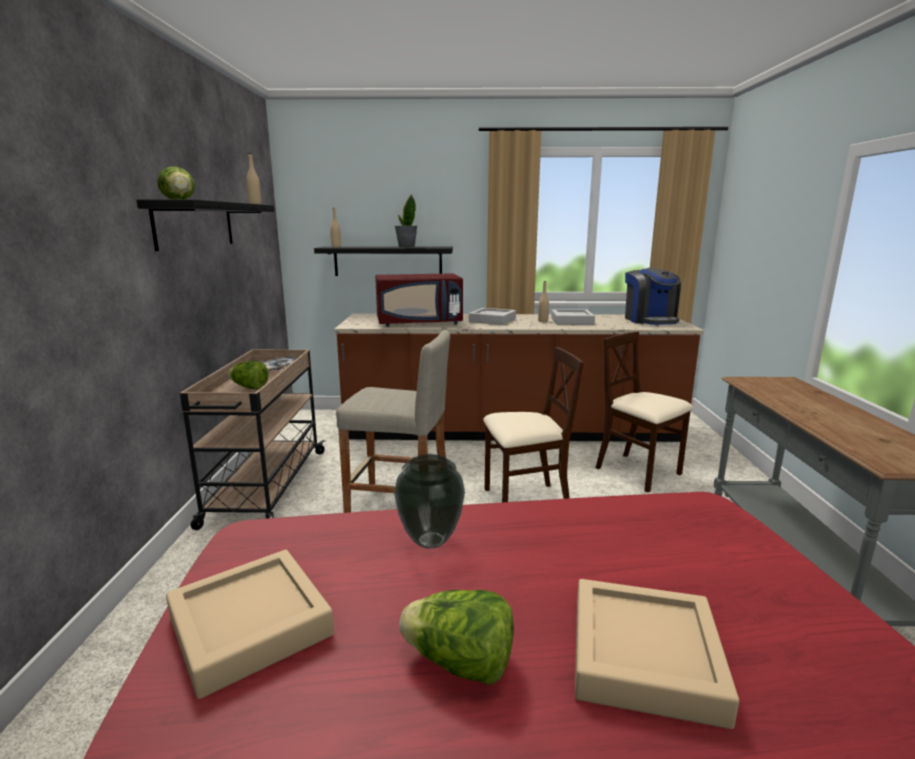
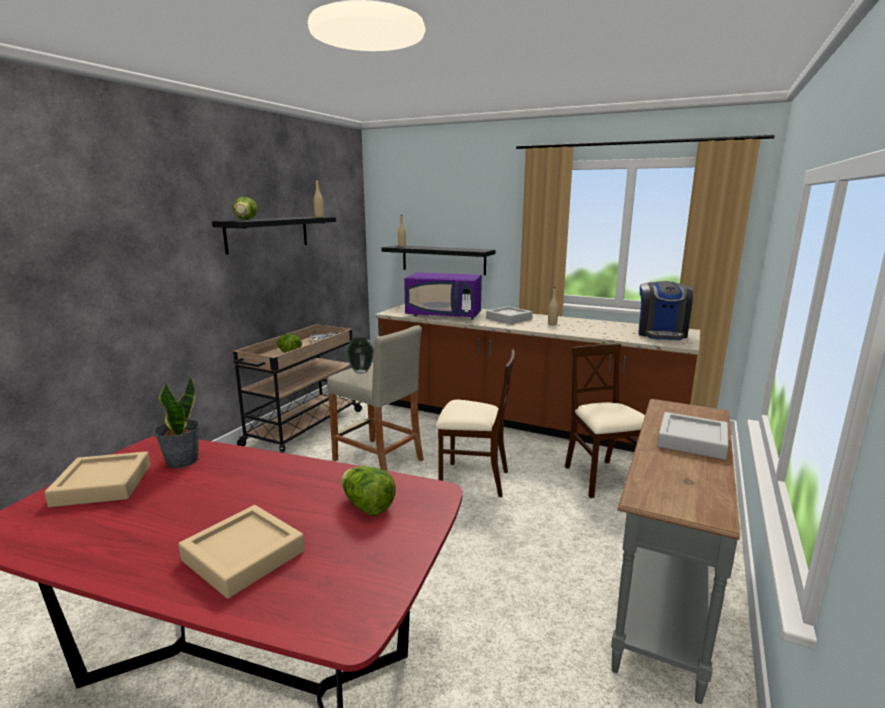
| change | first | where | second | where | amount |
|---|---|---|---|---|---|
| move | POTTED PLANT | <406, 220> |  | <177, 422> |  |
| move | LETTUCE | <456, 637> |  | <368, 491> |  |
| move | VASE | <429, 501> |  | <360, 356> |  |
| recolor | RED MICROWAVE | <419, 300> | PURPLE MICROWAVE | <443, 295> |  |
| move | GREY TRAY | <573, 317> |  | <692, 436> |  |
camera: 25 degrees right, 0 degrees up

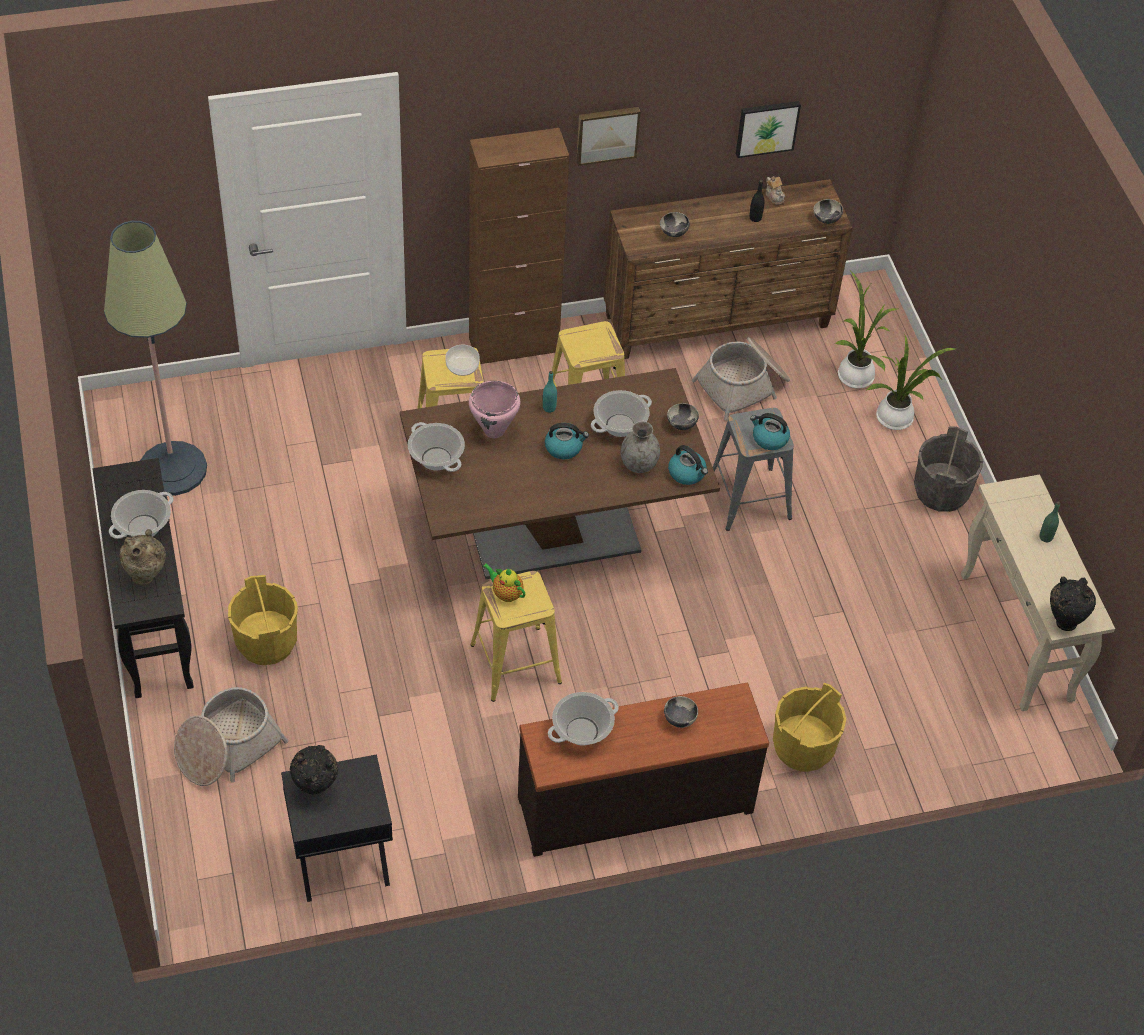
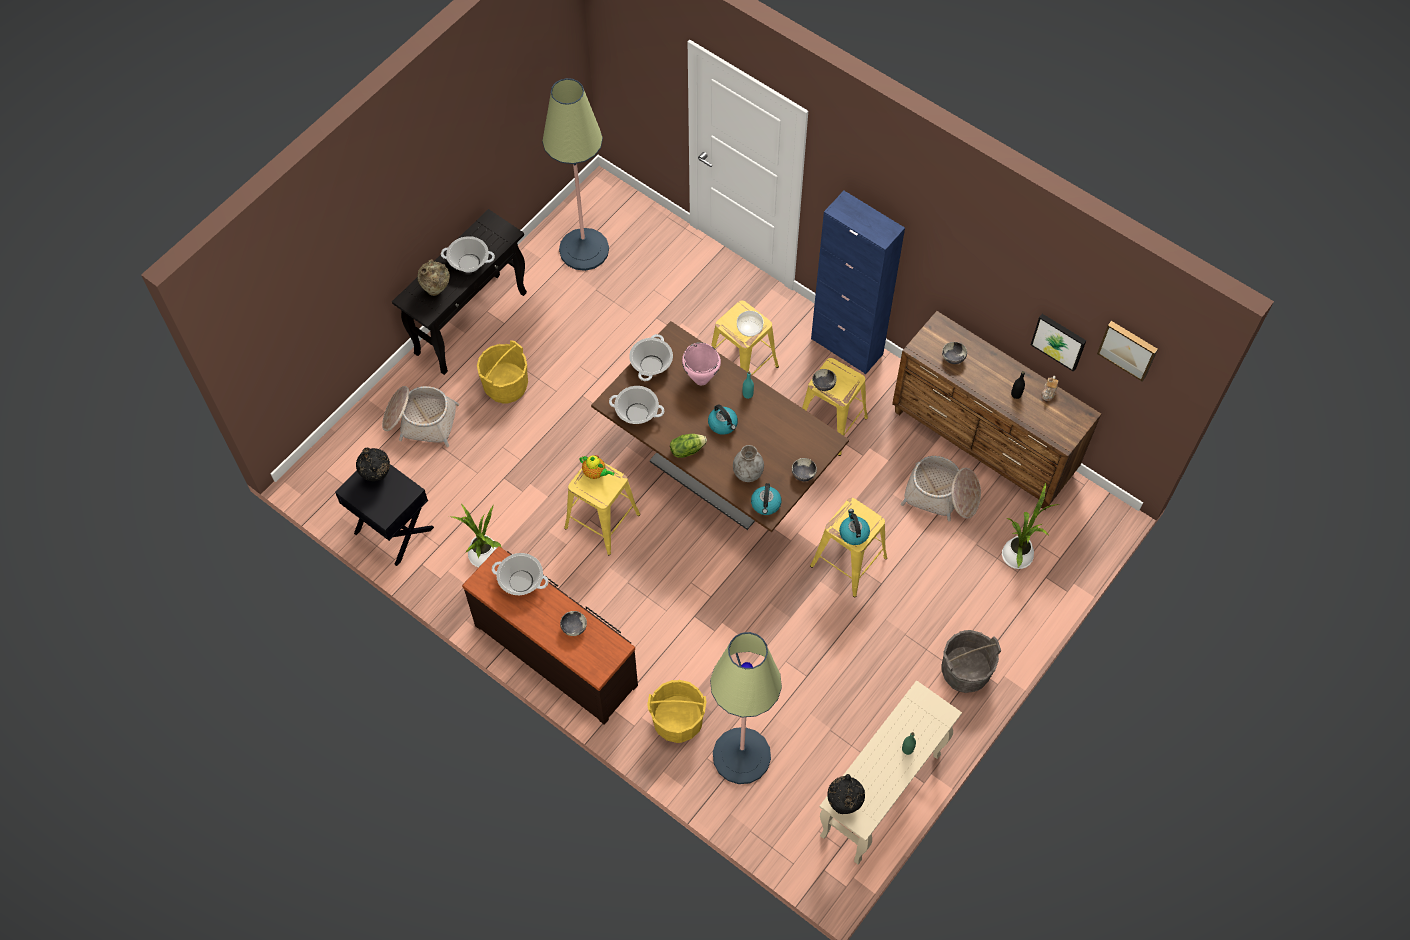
| change | first | where | second | where | amount |
|---|---|---|---|---|---|
| move | POTTED PLANT | <911, 381> |  | <476, 535> |  |
| rotate | TEAPOT | <504, 582> |  | <596, 467> | 120 degrees clockwise |
| move | COOKING POT | <621, 413> |  | <636, 405> |  |
| insert |  |  | LETTUCE | <688, 446> |  |
| insert |  |  | FLOOR LAMP | <746, 708> |  |
| recolor | GREY STOOL | <753, 469> | YELLOW STOOL | <848, 547> |  |
| recolor | BROWN CABINET | <519, 246> | BLUE CABINET | <858, 283> |  |
| move | BOWL | <828, 211> |  | <824, 380> |  |
| move | PICTURE | <608, 136> |  | <1127, 351> |  |
camera: 55 degrees right, 10 degrees up

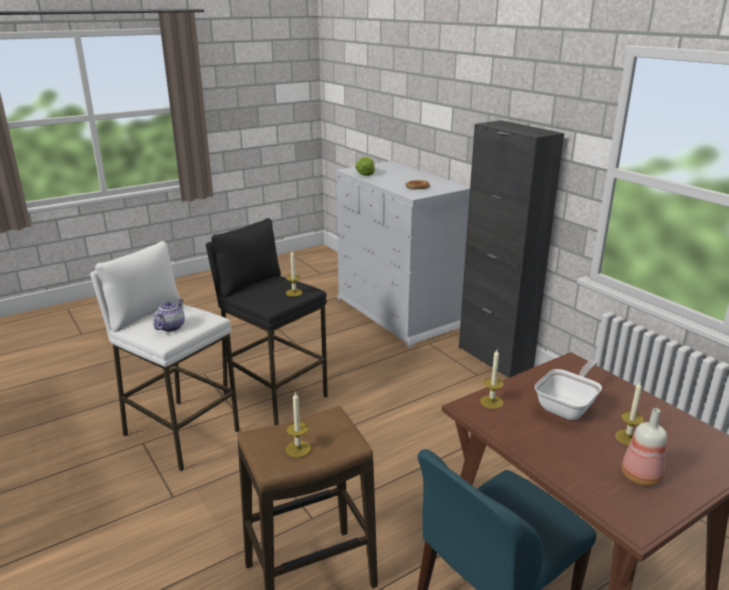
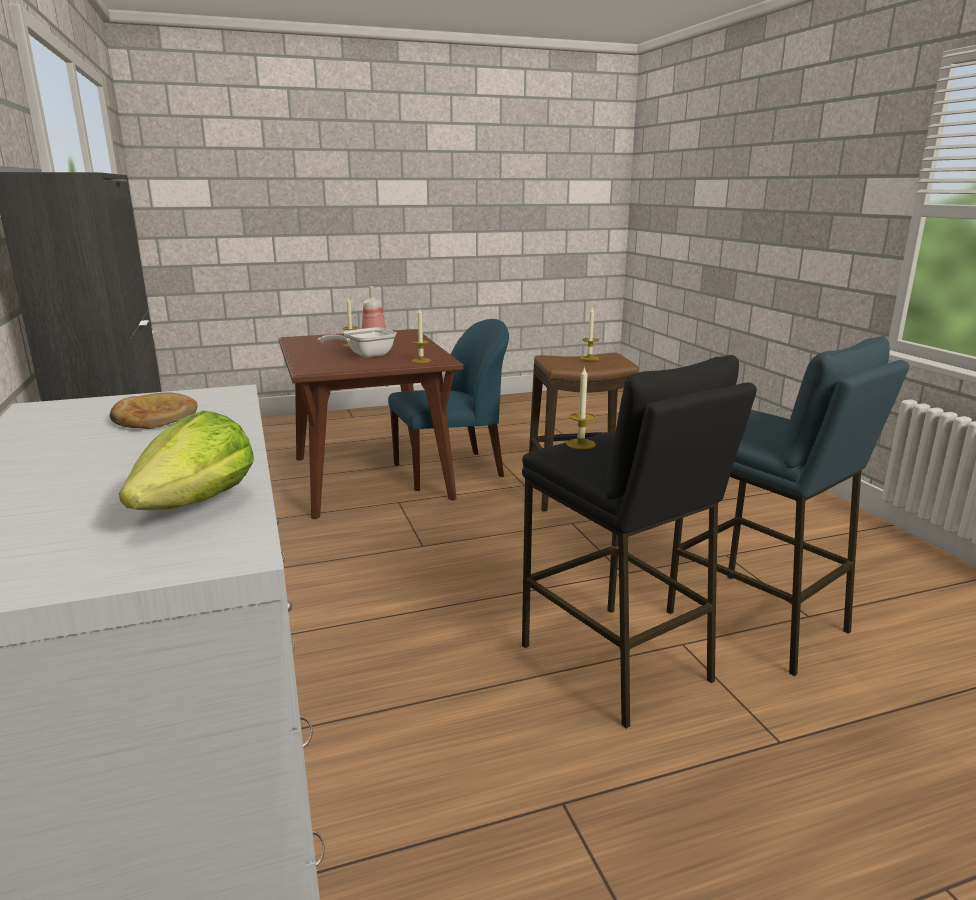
| change | first | where | second | where | amount |
|---|---|---|---|---|---|
| recolor | WHITE STOOL | <165, 356> | BLUE STOOL | <788, 506> |  |
| delete | TEAPOT | <169, 315> |  |  |  |
camera: 165 degrees left, 5 degrees down

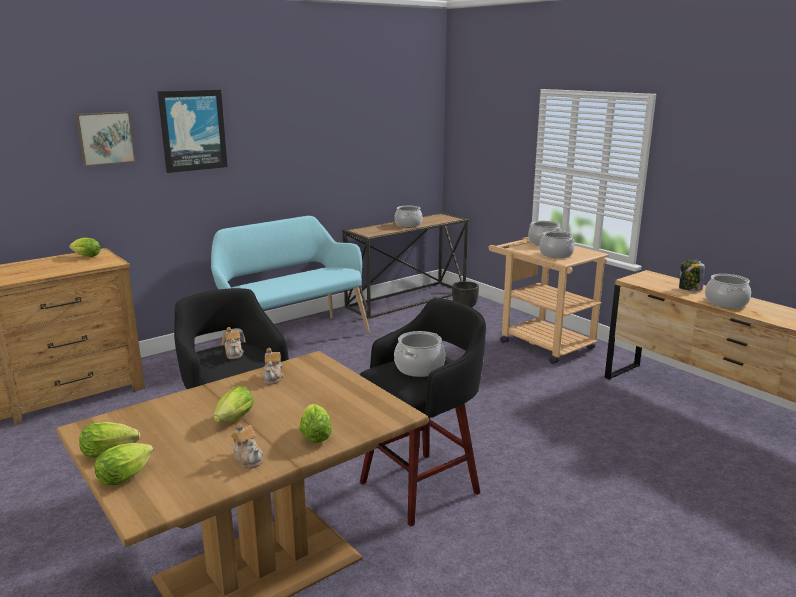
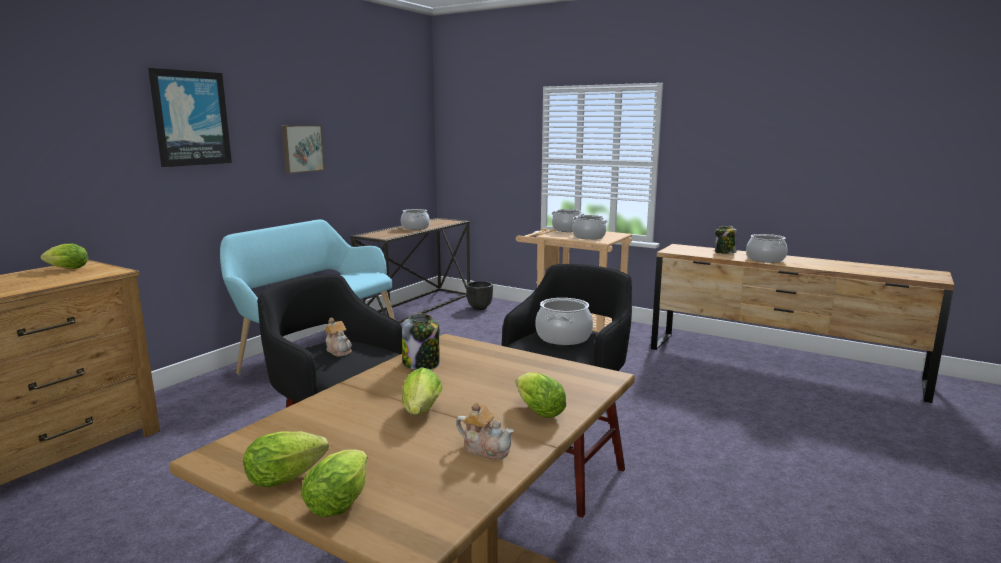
| change | first | where | second | where | amount |
|---|---|---|---|---|---|
| move | PICTURE | <105, 139> |  | <303, 149> |  |
| replace | TEAPOT | <273, 366> | JAR | <421, 342> |  |
camera: 20 degrees left, 5 degrees down

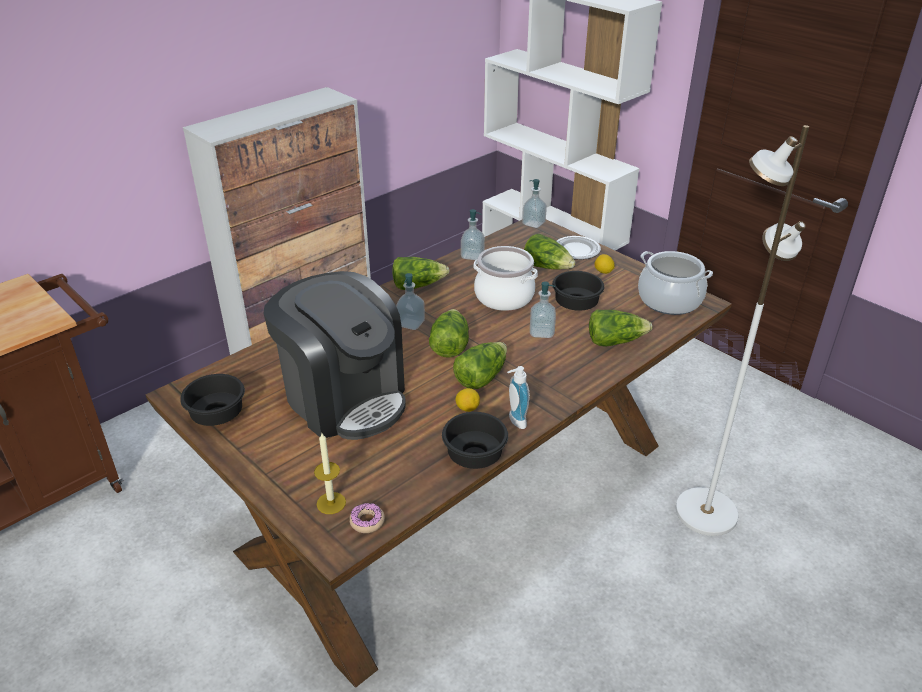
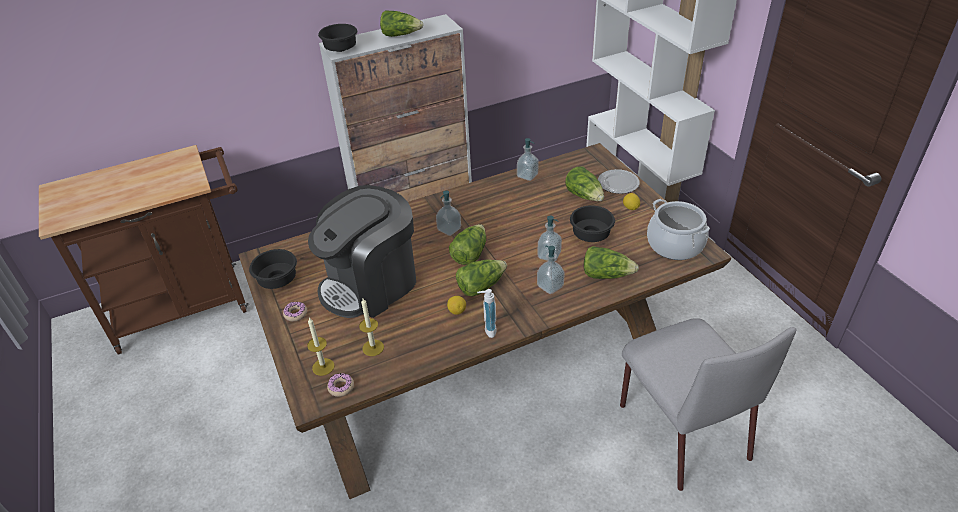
| change | first | where | second | where | amount |
|---|---|---|---|---|---|
| insert |  |  | DONUT | <295, 311> |  |
| rotate | COFFEE MACHINE | <335, 355> |  | <362, 251> | 75 degrees clockwise |
| move | BLACK BOWL | <475, 440> |  | <337, 38> |  |
| insert |  |  | CANDLE | <371, 327> |  |
| move | LETTUCE | <421, 273> |  | <401, 23> |  |
| move | SOAP DISPENSER | <534, 203> |  | <551, 270> |  |
| replace | WHITE FLOOR LAMP | <742, 330> | GREY CHAIR | <708, 404> |  |
| delete | COOKING POT | <505, 278> |  |  |  |
camera: 20 degrees right, 5 degrees up

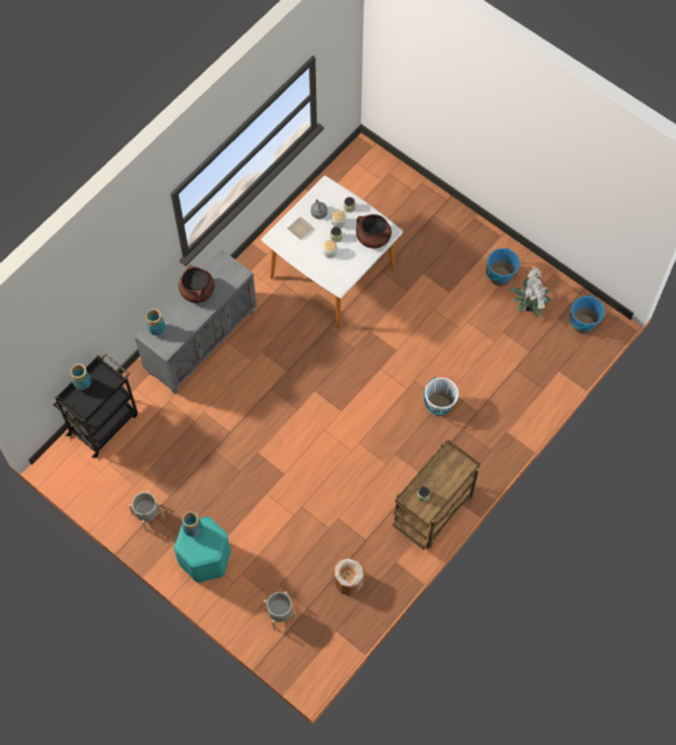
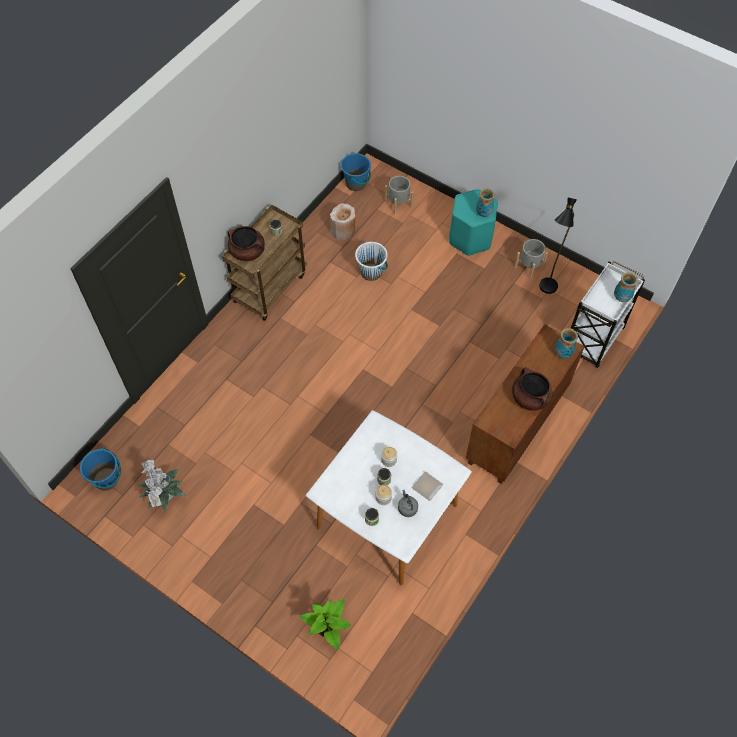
| change | first | where | second | where | amount |
|---|---|---|---|---|---|
| move | BROWN COOKING POT | <374, 231> |  | <246, 243> |  |
| insert |  |  | POTTED PLANT | <325, 624> |  |
| move | BLUE BUCKET | <503, 267> |  | <356, 172> |  |
| move | WHITE BUCKET | <441, 396> |  | <371, 261> |  |
| recolor | GREY CABINET | <196, 321> | BROWN CABINET | <525, 404> |  |
| insert |  |  | BLACK FLOOR LAMP | <558, 246> |  |
| recolor | BLACK CART | <95, 405> | WHITE CART | <607, 314> |  |
camera: 175 degrees right, 5 degrees down

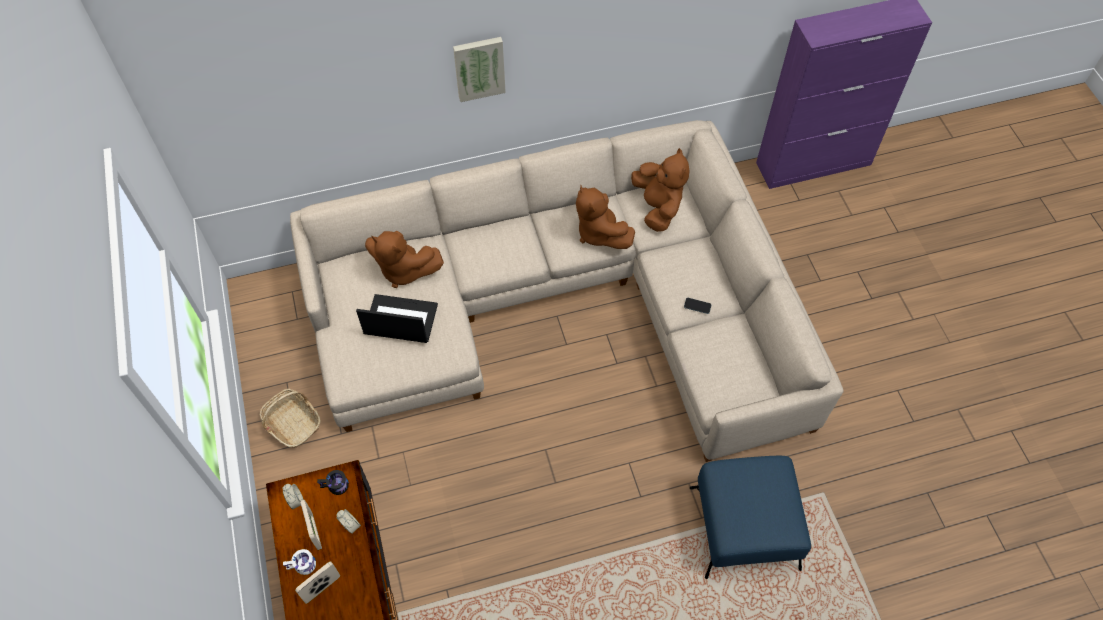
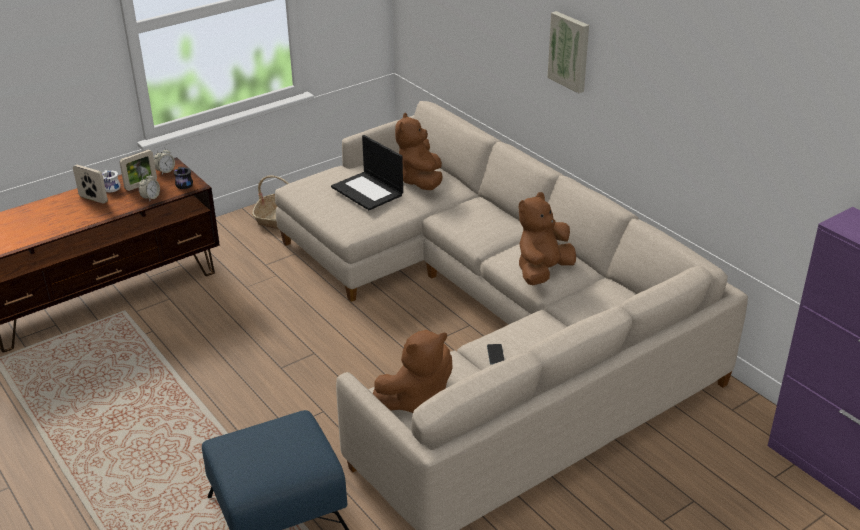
| change | first | where | second | where | amount |
|---|---|---|---|---|---|
| rotate | LAPTOP | <397, 318> |  | <367, 172> | 150 degrees clockwise |
| move | BROWN PLUSH TOY | <660, 190> |  | <413, 371> |  |
camera: 70 degrees right, 25 degrees down

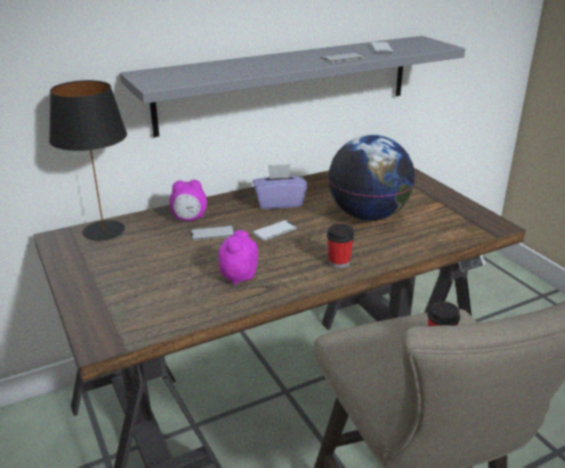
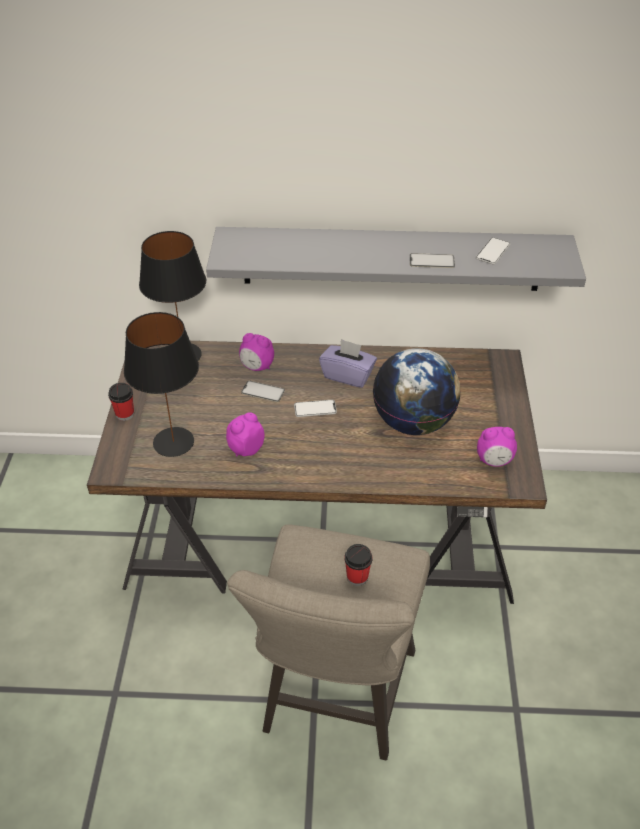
| change | first | where | second | where | amount |
|---|---|---|---|---|---|
| move | CUP | <340, 246> |  | <121, 402> |  |
| insert |  |  | BLACK TABLE LAMP | <161, 384> |  |
| insert |  |  | ALARM CLOCK | <497, 447> |  |
camera: 30 degrees right, 15 degrees up

